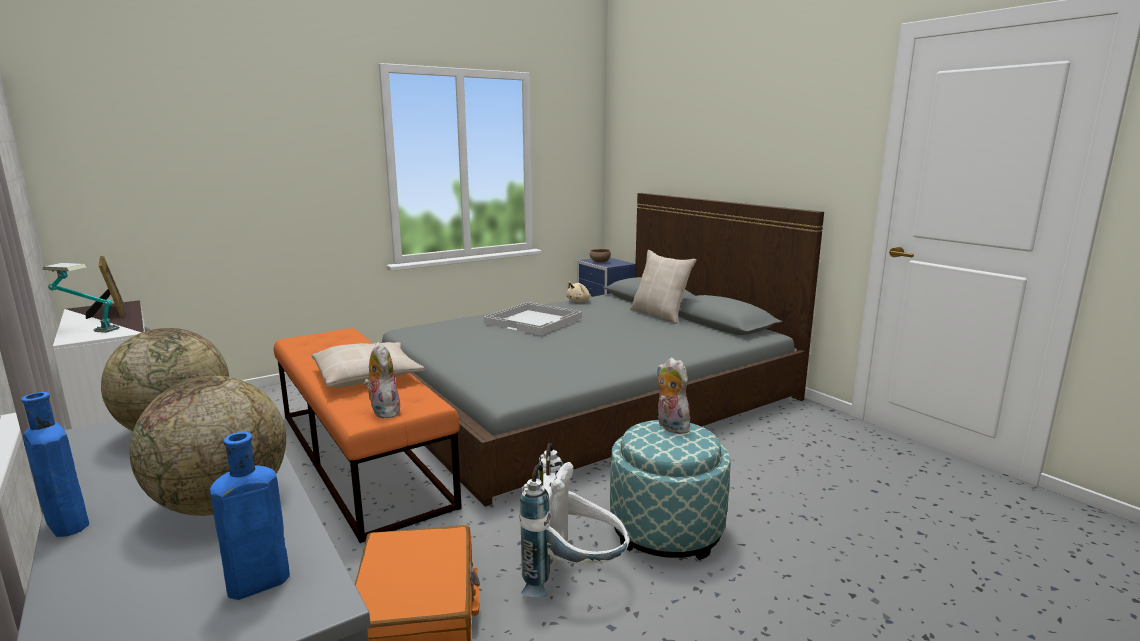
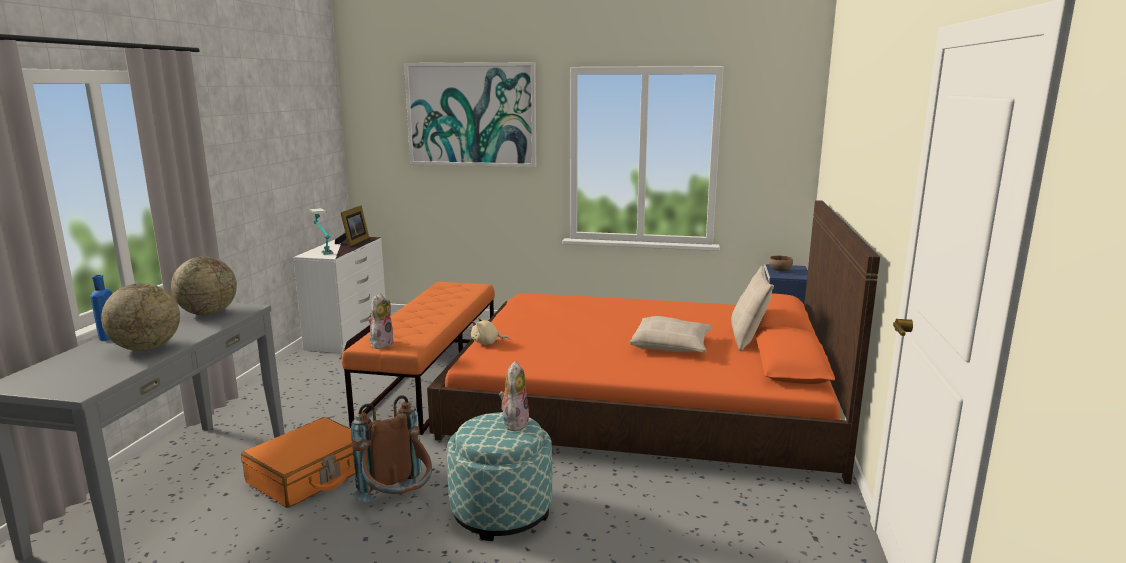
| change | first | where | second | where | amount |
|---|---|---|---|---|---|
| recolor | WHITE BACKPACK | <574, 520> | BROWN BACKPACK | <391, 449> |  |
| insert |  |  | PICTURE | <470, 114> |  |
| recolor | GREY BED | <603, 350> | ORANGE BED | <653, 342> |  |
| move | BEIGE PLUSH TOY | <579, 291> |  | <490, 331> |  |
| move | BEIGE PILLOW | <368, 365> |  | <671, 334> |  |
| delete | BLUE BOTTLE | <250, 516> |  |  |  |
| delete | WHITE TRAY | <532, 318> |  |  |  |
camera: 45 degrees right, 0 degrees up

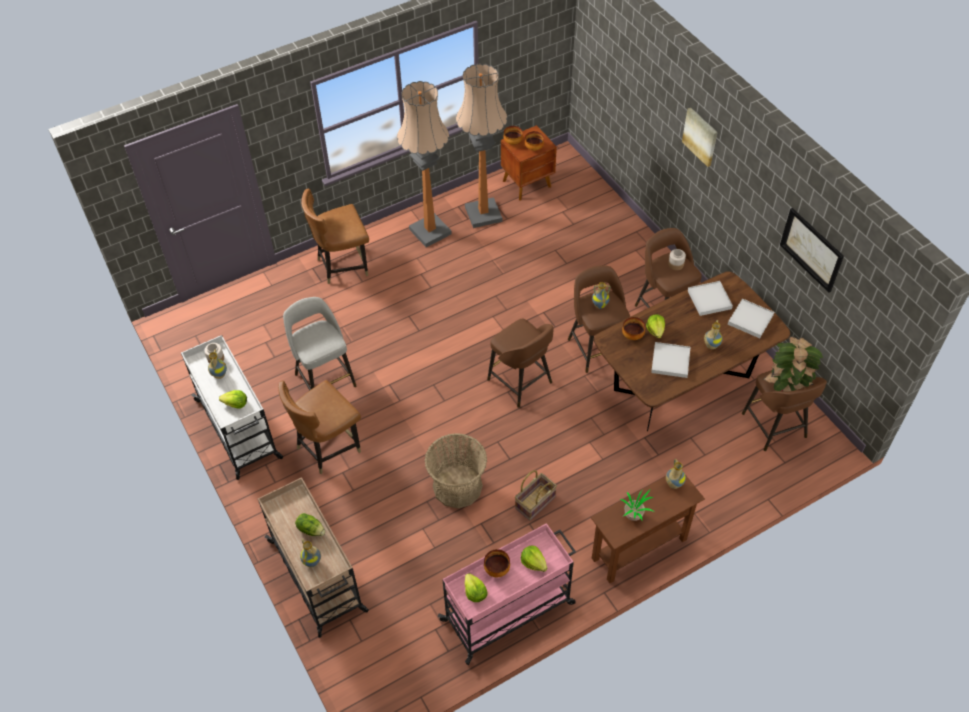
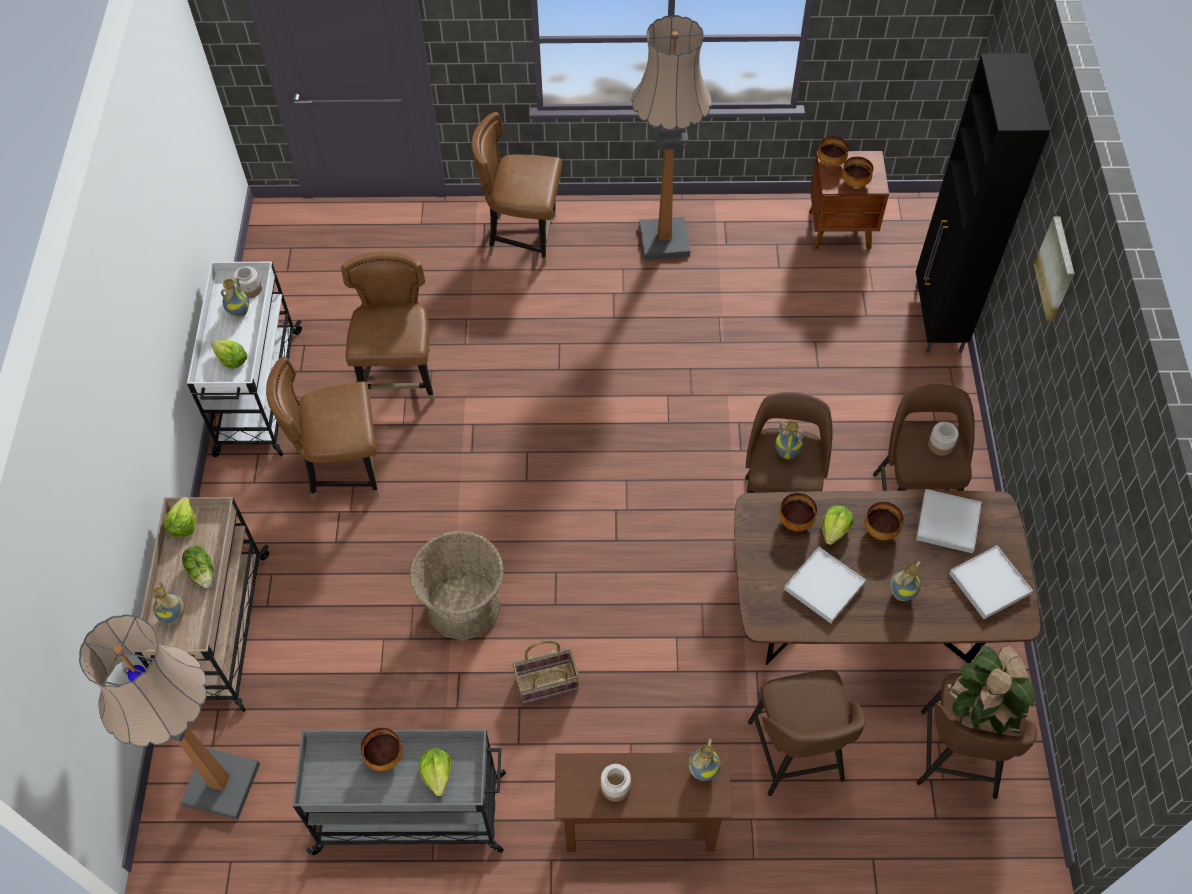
| change | first | where | second | where | amount |
|---|---|---|---|---|---|
| move | FLOOR LAMP | <481, 146> |  | <169, 717> |  |
| move | LETTUCE | <476, 587> |  | <180, 517> |  |
| recolor | PINK CART | <507, 594> | GREY CART | <399, 792> |  |
| replace | GREY STOOL | <319, 343> | BROWN CHAIR | <388, 326> |  |
| replace | POTTED PLANT | <637, 504> | JAR | <616, 783> |  |
| move | BROWN STOOL | <520, 363> |  | <806, 733> |  |
| insert |  |  | BOWL | <884, 521> |  |
| insert |  |  | BLACK CABINET | <982, 203> |  |
| delete | PICTURE | <812, 250> |  |  |  |
camera: 30 degrees right, 5 degrees up

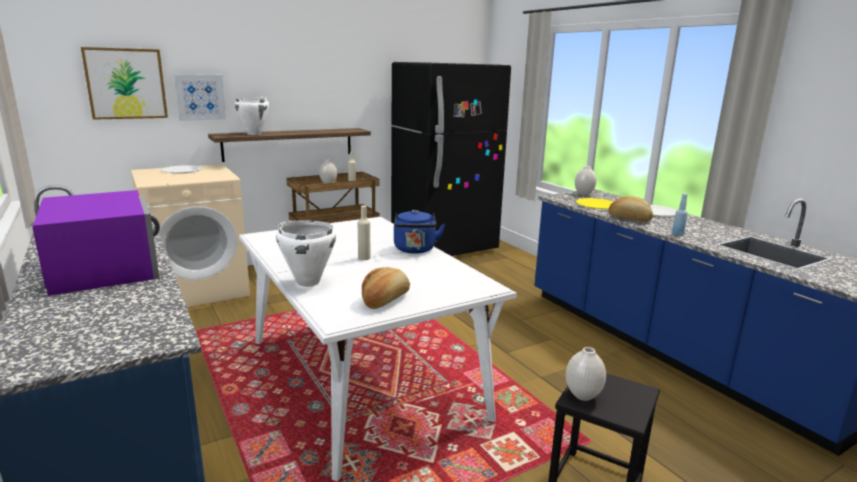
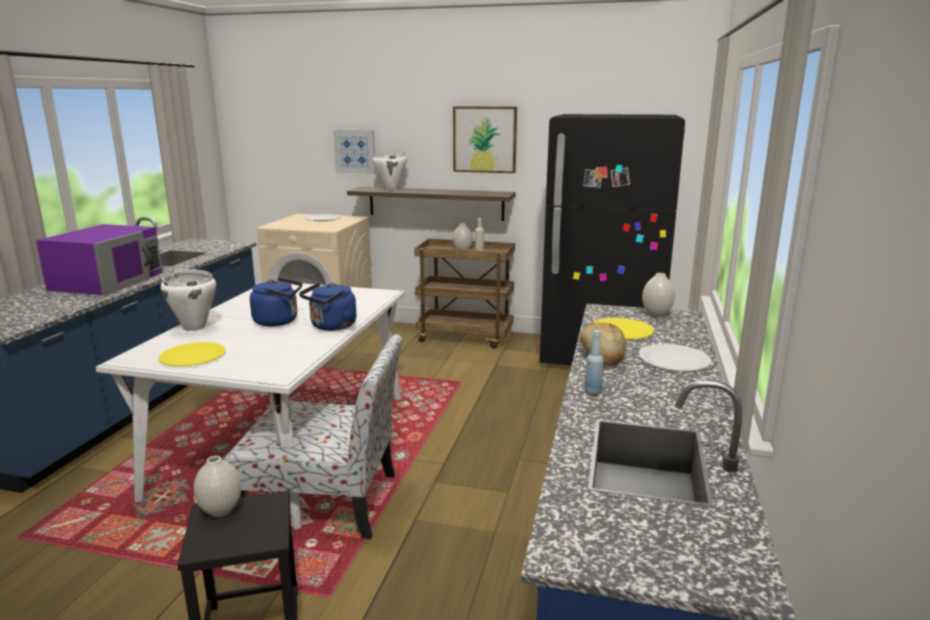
| change | first | where | second | where | amount |
|---|---|---|---|---|---|
| replace | BREAD | <386, 288> | YELLOW PLATE | <192, 354> |  |
| insert |  |  | CHAIR | <313, 436> |  |
| replace | BEIGE BOTTLE | <364, 233> | BLUE KETTLE | <276, 301> |  |
| move | PICTURE | <124, 83> |  | <485, 139> |  |
camera: 45 degrees right, 0 degrees up

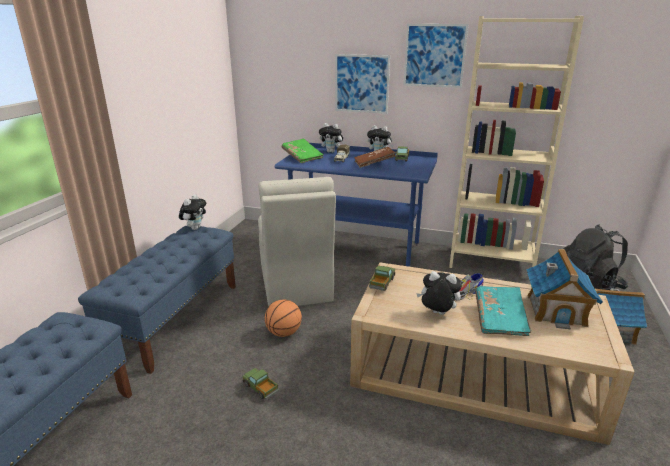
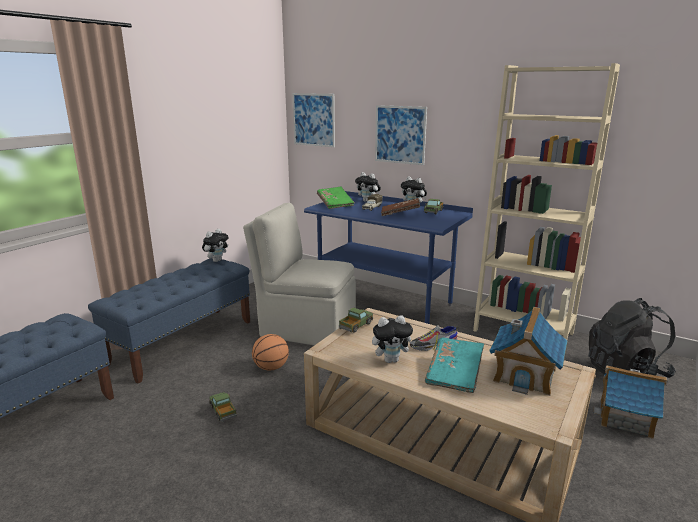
| change | first | where | second | where | amount |
|---|---|---|---|---|---|
| rotate | BEIGE CHAIR | <297, 241> |  | <299, 274> | 105 degrees clockwise |
| move | PICTURE | <436, 56> |  | <313, 120> |  |
| rotate | PLUSH TOY | <439, 293> |  | <394, 339> | 135 degrees clockwise |
camera: 15 degrees right, 5 degrees down

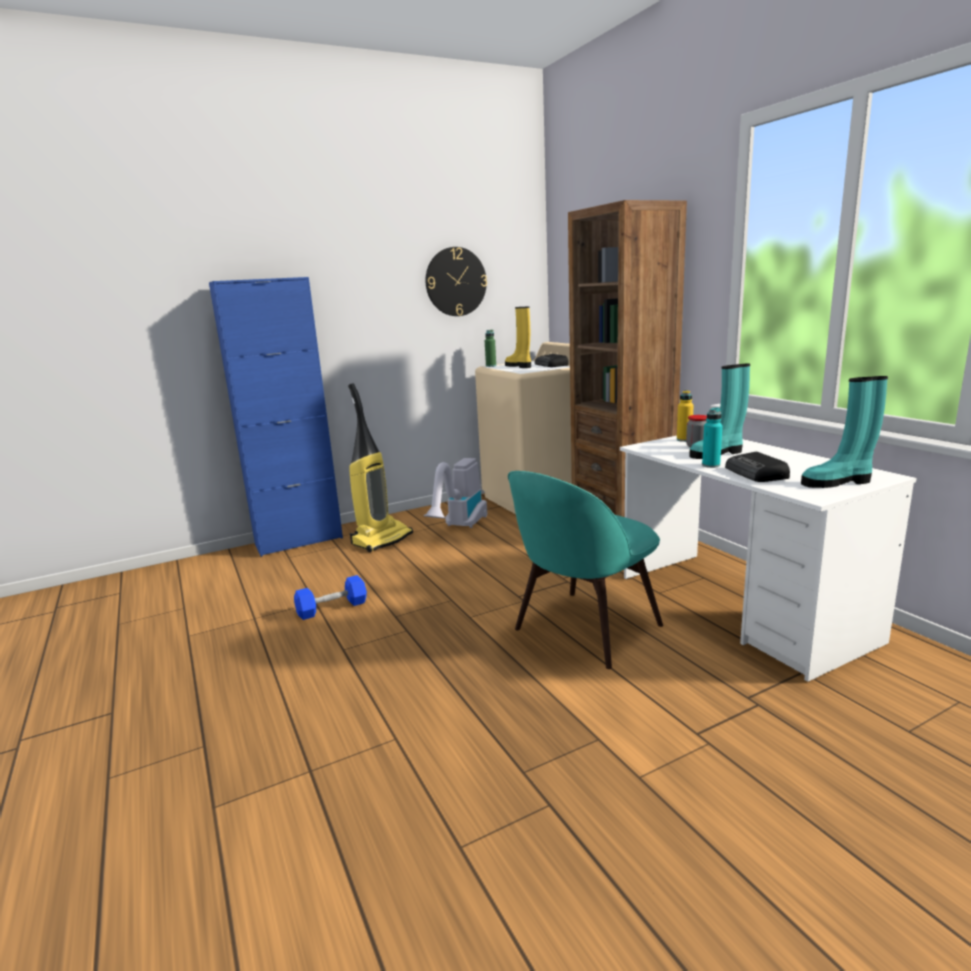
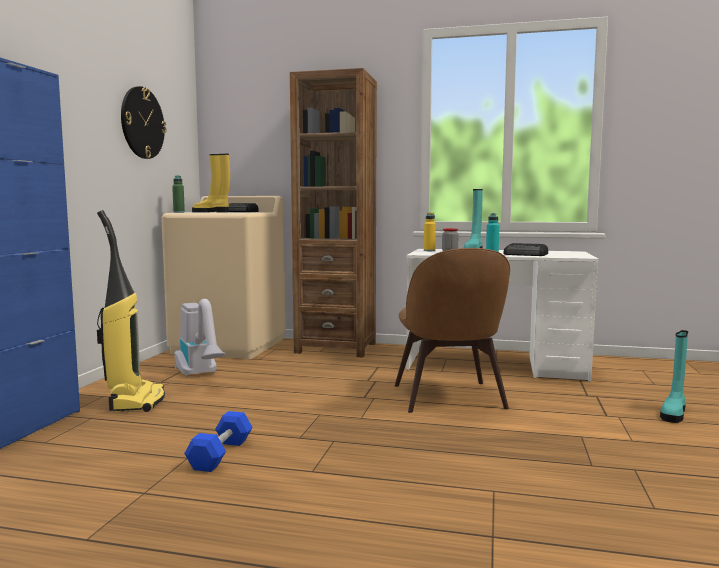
| change | first | where | second | where | amount |
|---|---|---|---|---|---|
| recolor | TURQUOISE CHAIR | <585, 570> | BROWN CHAIR | <452, 330> |  |
| move | TURQUOISE BOOT | <844, 432> |  | <674, 376> |  |
camera: 50 degrees left, 10 degrees down

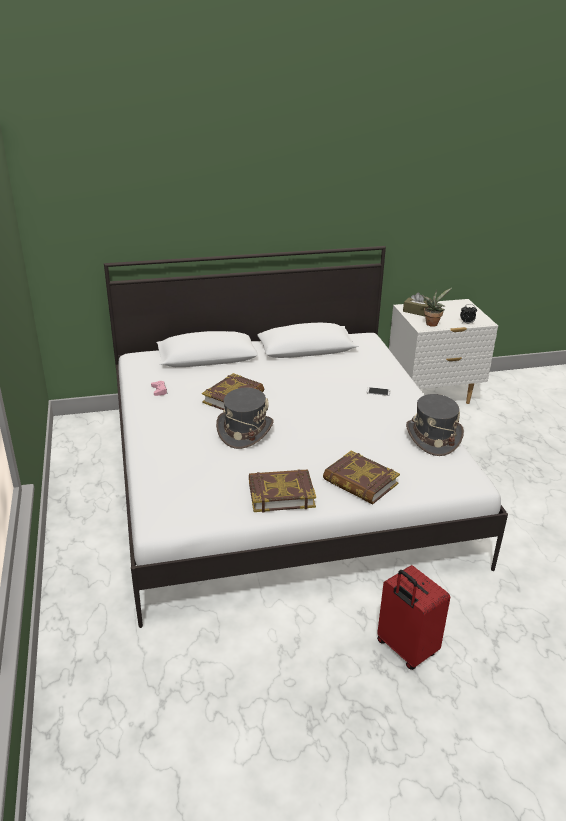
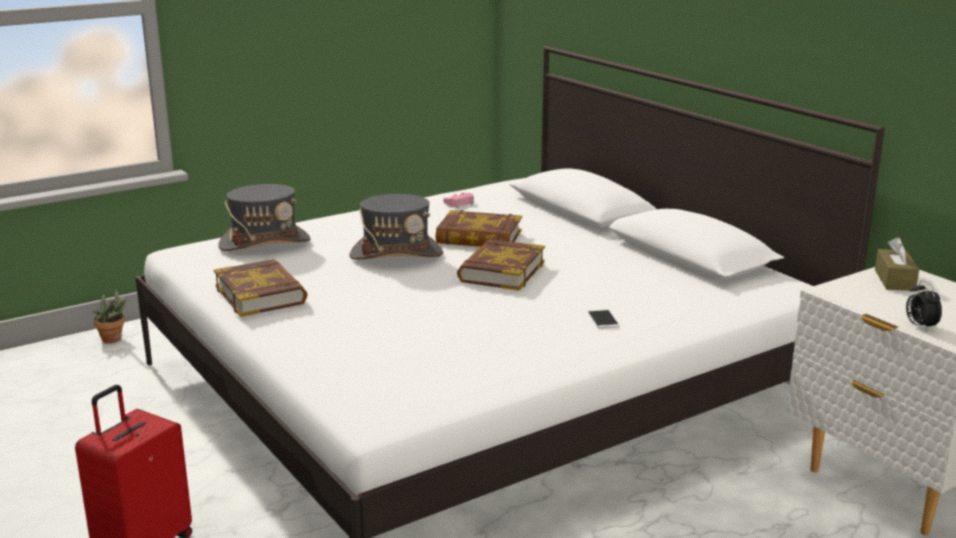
| change | first | where | second | where | amount |
|---|---|---|---|---|---|
| move | POTTED PLANT | <437, 307> |  | <110, 316> |  |
| move | GREY HAT | <435, 425> |  | <264, 217> |  |
| move | BOOK | <361, 477> |  | <501, 265> |  |
camera: 70 degrees right, 10 degrees down

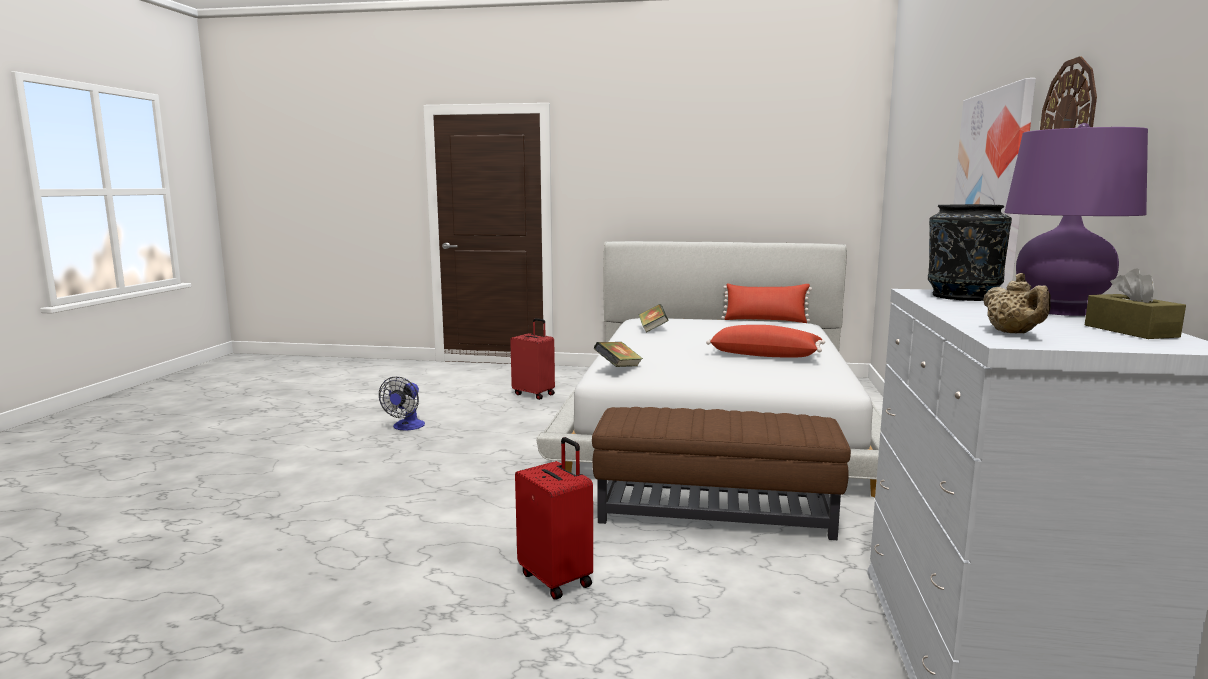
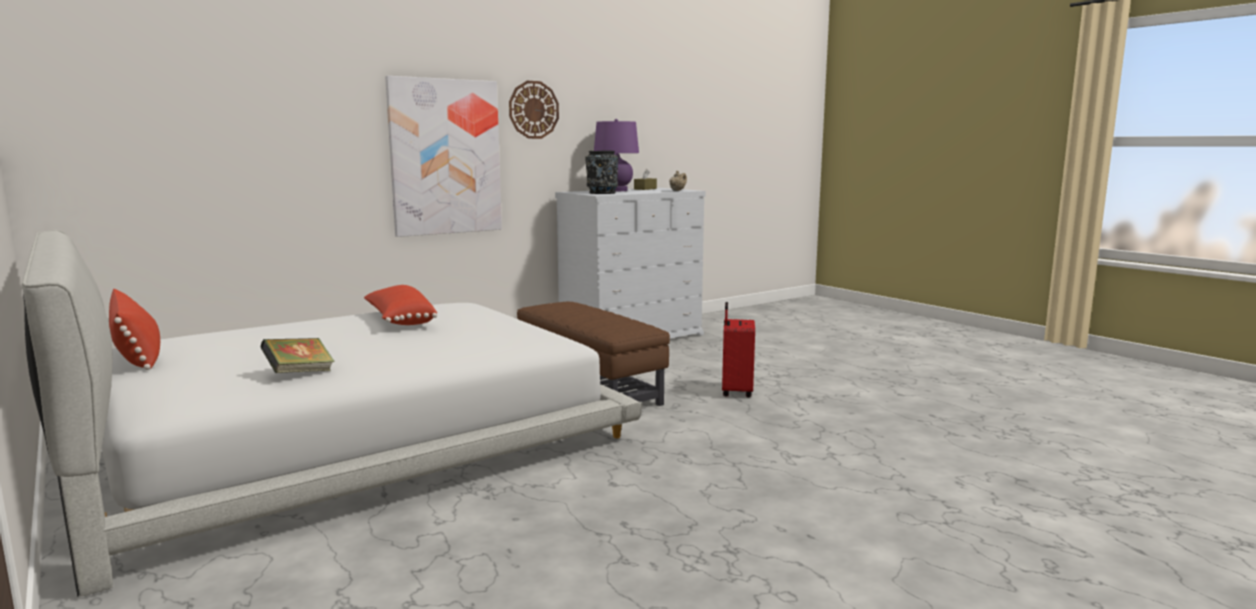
| change | first | where | second | where | amount |
|---|---|---|---|---|---|
| delete | FAN | <402, 404> |  |  |  |
| delete | RED SUITCASE | <532, 359> |  |  |  |
| delete | BOOK | <618, 354> |  |  |  |
camera: 135 degrees left, 0 degrees up

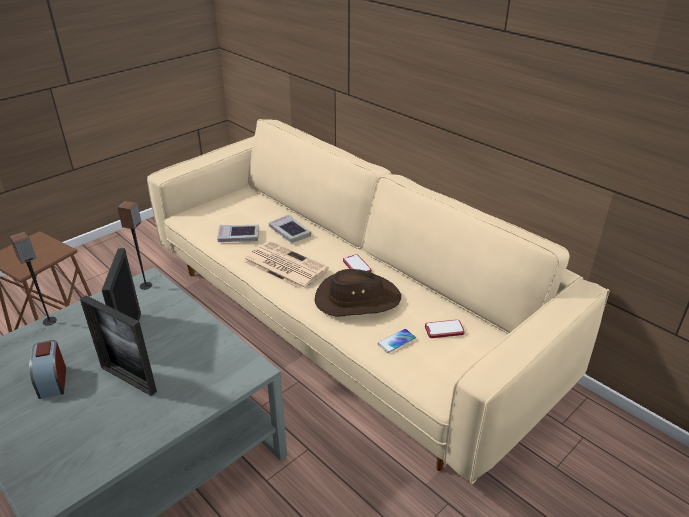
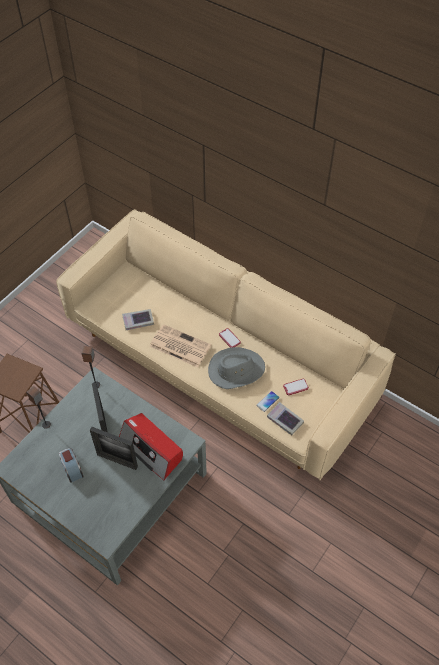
| change | first | where | second | where | amount |
|---|---|---|---|---|---|
| insert |  |  | RADIO | <151, 446> |  |
| recolor | BROWN HAT | <358, 293> | GREY HAT | <236, 368> |  |
| move | BOOK | <290, 229> |  | <285, 418> |  |
camera: 10 degrees left, 20 degrees up

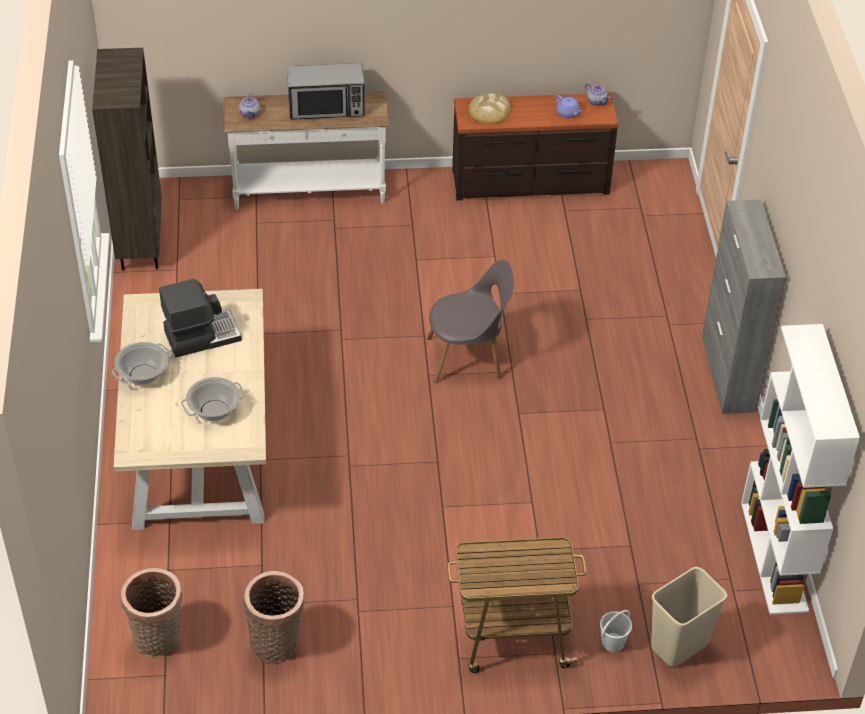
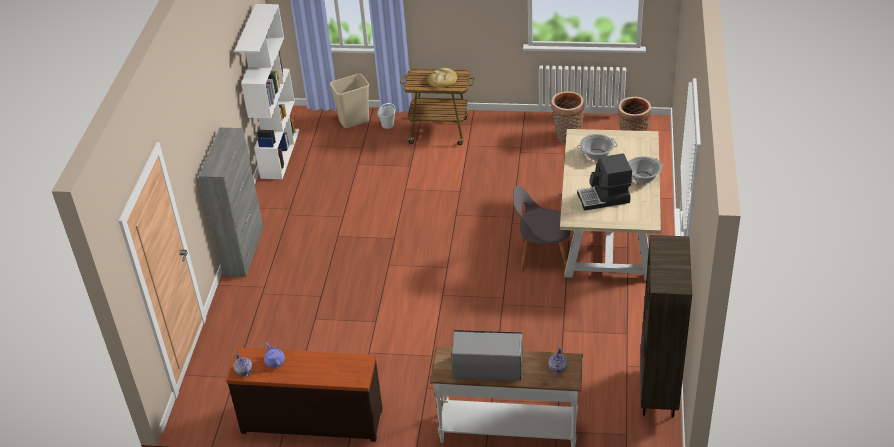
| change | first | where | second | where | amount |
|---|---|---|---|---|---|
| move | BREAD | <490, 108> |  | <442, 77> |  |
| move | GREY CHAIR | <470, 321> |  | <542, 228> |  |
camera: 165 degrees left, 5 degrees down

